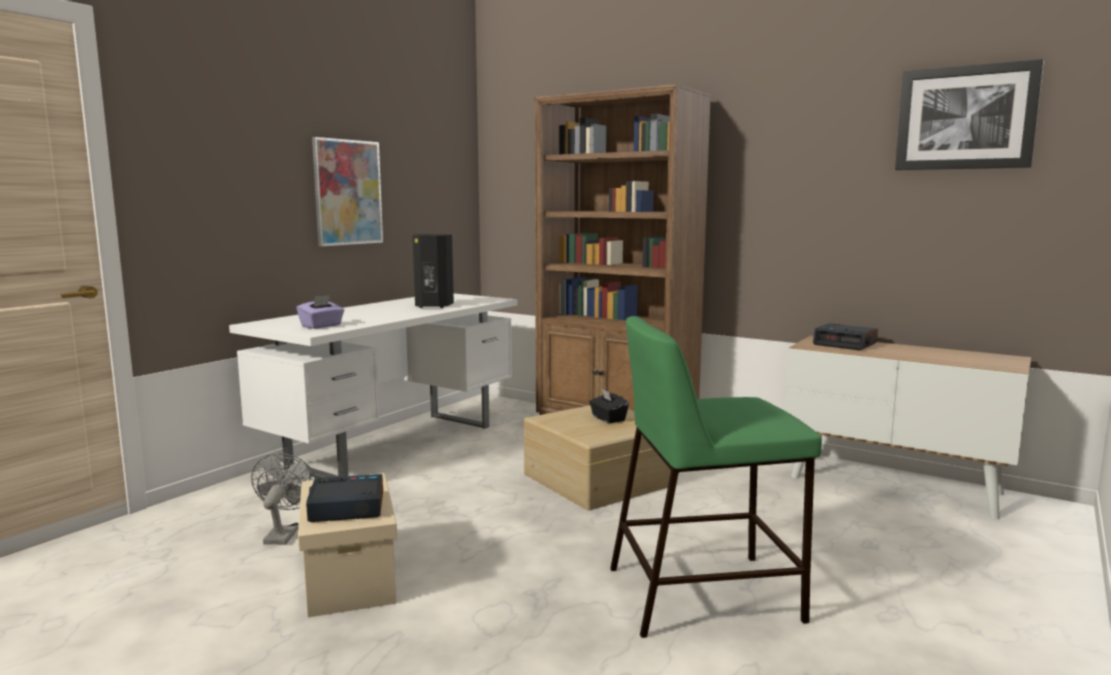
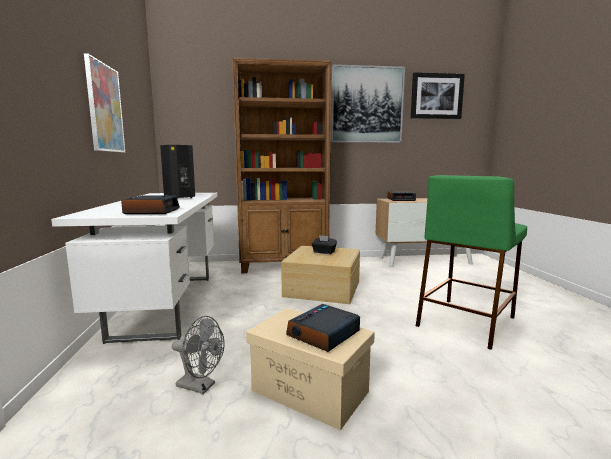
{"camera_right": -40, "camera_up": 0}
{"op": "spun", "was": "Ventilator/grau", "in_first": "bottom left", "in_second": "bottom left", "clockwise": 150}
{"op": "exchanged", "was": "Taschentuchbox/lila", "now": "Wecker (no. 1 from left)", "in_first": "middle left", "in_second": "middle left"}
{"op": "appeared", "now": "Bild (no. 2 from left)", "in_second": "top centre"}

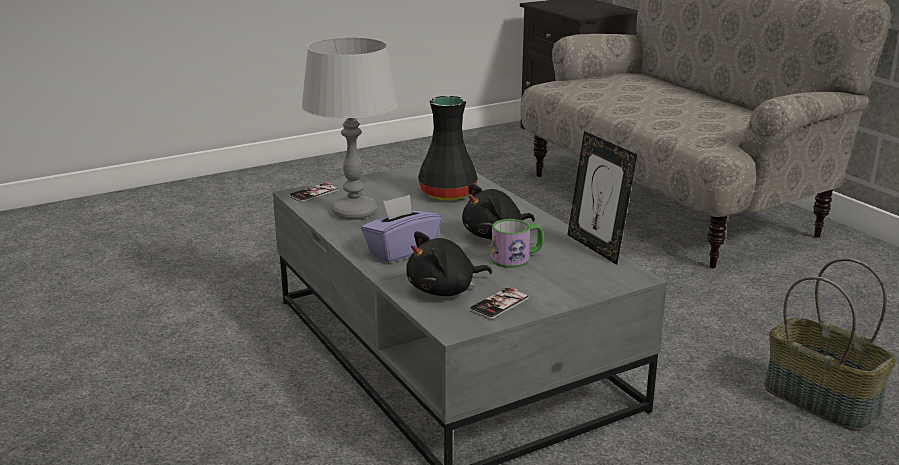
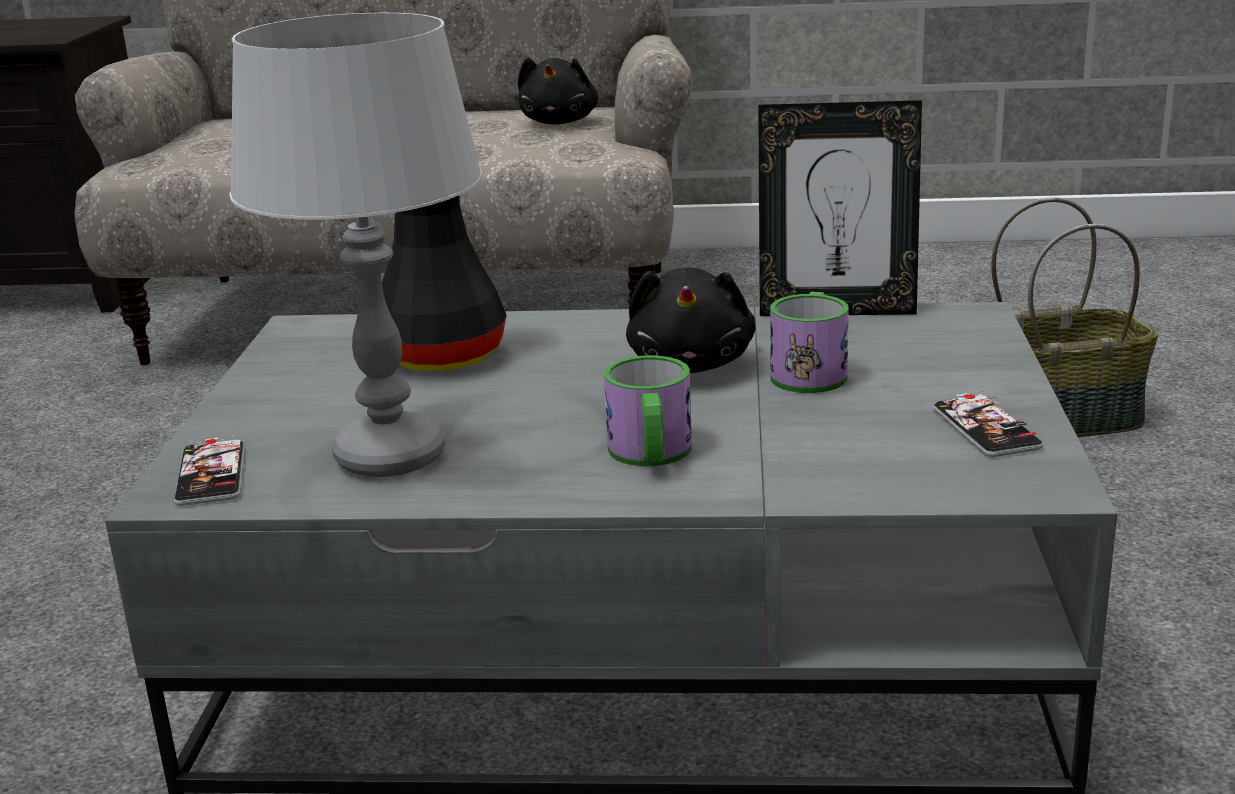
{"camera_right": -55, "camera_up": 0}
{"op": "exchanged", "was": "Taschentuchbox/lila", "now": "Henkelbecher (no. 1 from left)", "in_first": "centre", "in_second": "centre"}
{"op": "relocated", "was": "Plüschtier/schwarz (no. 1 from left)", "in_first": "centre", "in_second": "top centre"}

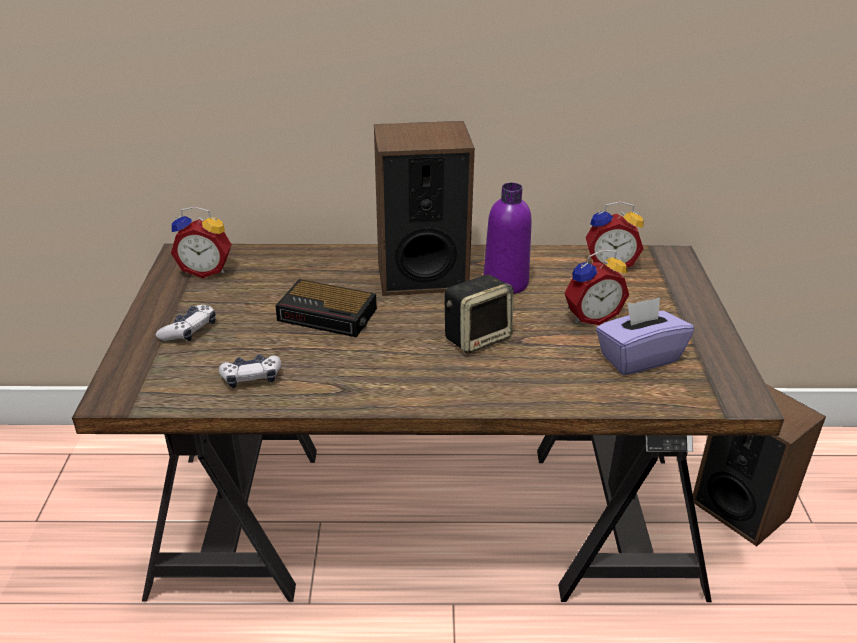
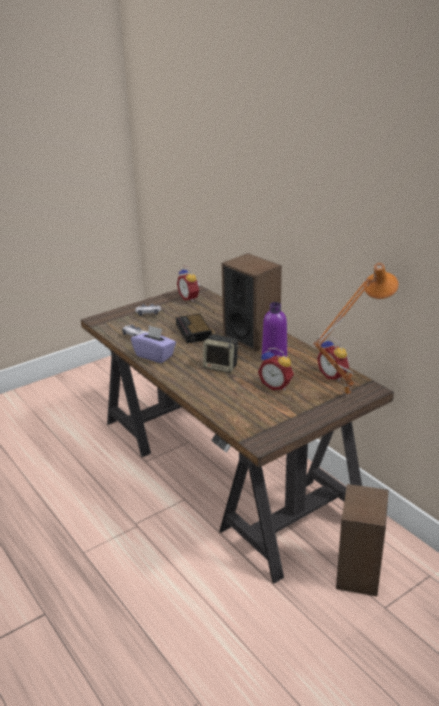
{"camera_right": 55, "camera_up": -5}
{"op": "relocated", "was": "Taschentuchbox/lila", "in_first": "middle right", "in_second": "centre"}
{"op": "appeared", "now": "Tischlampe/orange", "in_second": "middle right"}

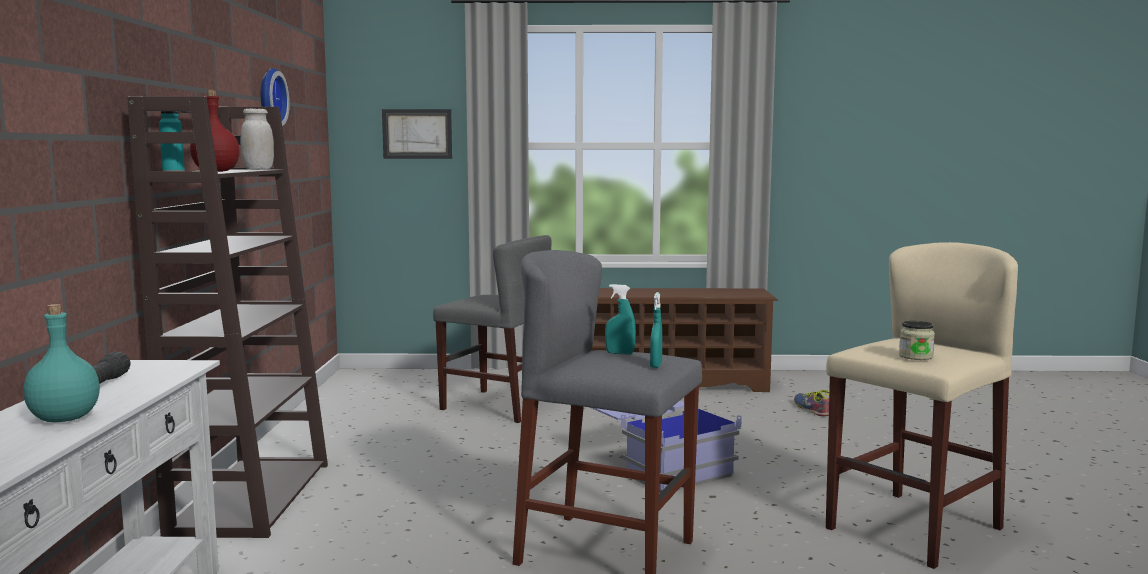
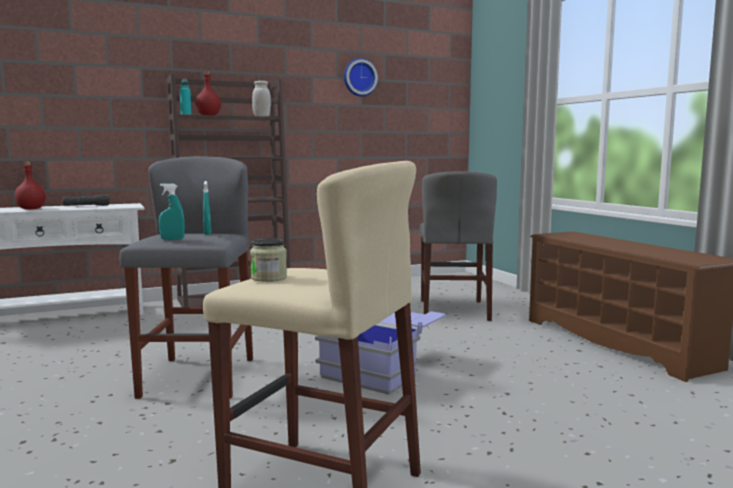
{"camera_right": 65, "camera_up": 0}
{"op": "colour", "was": "Flasche/türkis (no. 1 from left)", "now": "Flasche/rot (no. 1 from left)", "in_first": "middle left", "in_second": "middle left"}
{"op": "missing", "was": "Bild", "in_first": "top centre"}
{"op": "missing", "was": "Schuh", "in_first": "bottom right"}

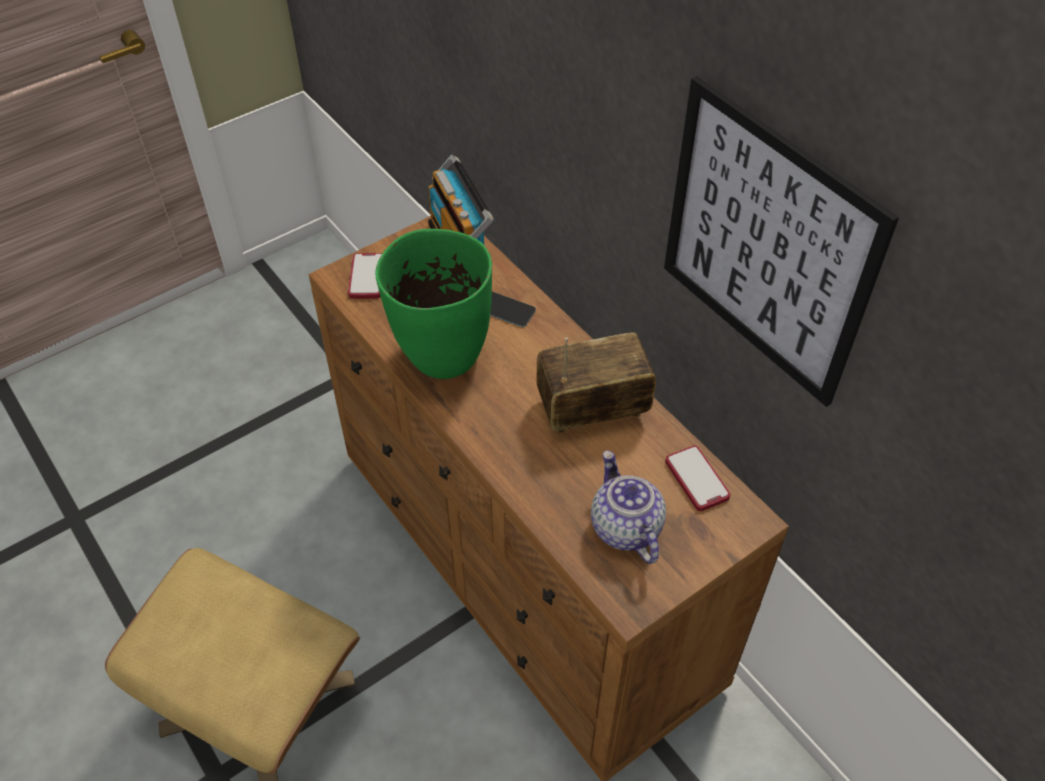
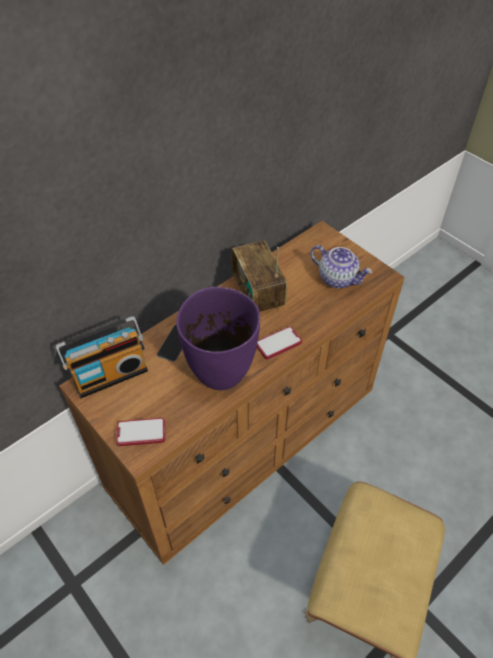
{"camera_right": -95, "camera_up": 0}
{"op": "colour", "was": "Vase/grün", "now": "Vase/lila", "in_first": "centre", "in_second": "centre"}
{"op": "spun", "was": "Teekanne", "in_first": "centre", "in_second": "middle right", "clockwise": -120}
{"op": "missing", "was": "Bild", "in_first": "top right"}
{"op": "relocated", "was": "Handy (no. 3 from left)", "in_first": "middle right", "in_second": "centre"}

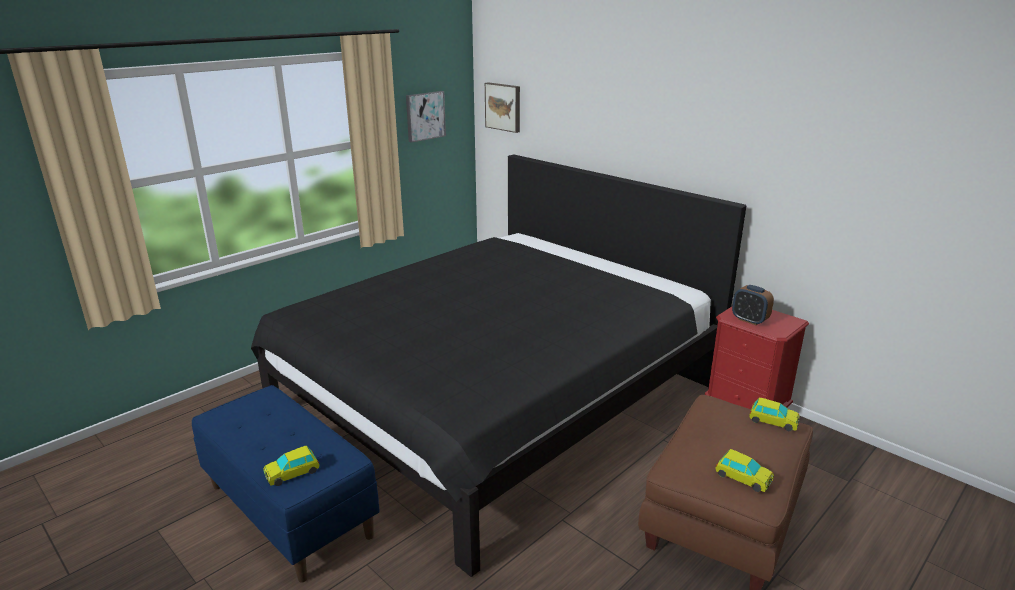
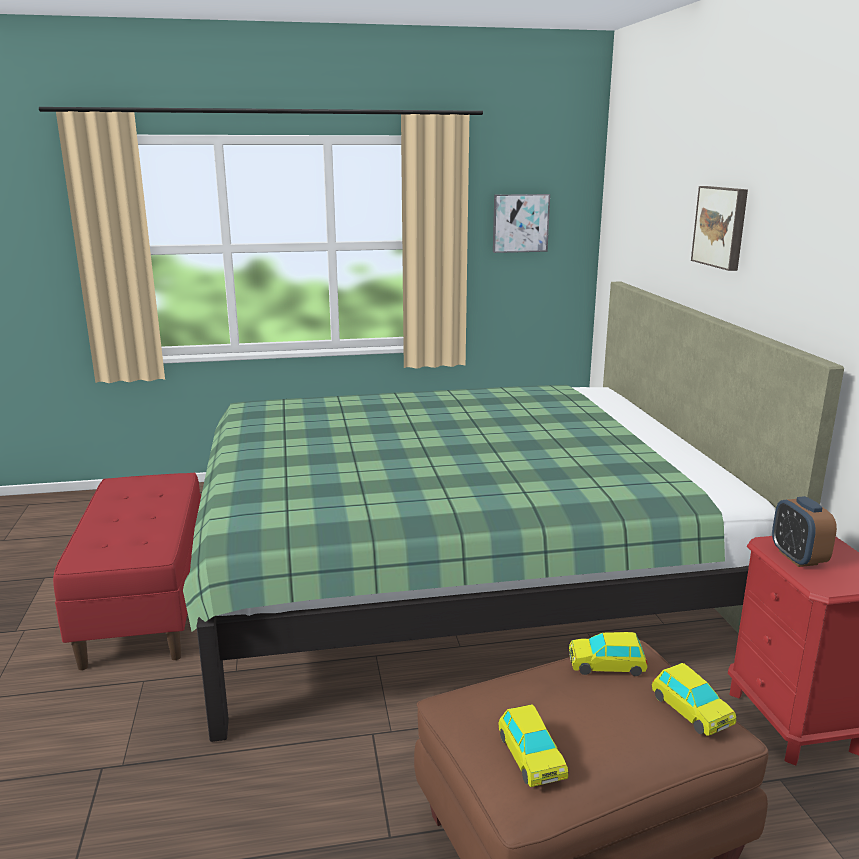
{"camera_right": 35, "camera_up": -5}
{"op": "colour", "was": "Bank/blau", "now": "Bank/rot", "in_first": "bottom left", "in_second": "middle left"}
{"op": "colour", "was": "Bett/schwarz", "now": "Bett/grün", "in_first": "centre", "in_second": "centre"}
{"op": "relocated", "was": "Spielzeugauto (no. 1 from left in the first image)", "now": "Spielzeugauto (no. 2 from left)", "in_first": "bottom left", "in_second": "bottom right"}
{"op": "relocated", "was": "Bild (no. 2 from left)", "in_first": "top centre", "in_second": "top right"}

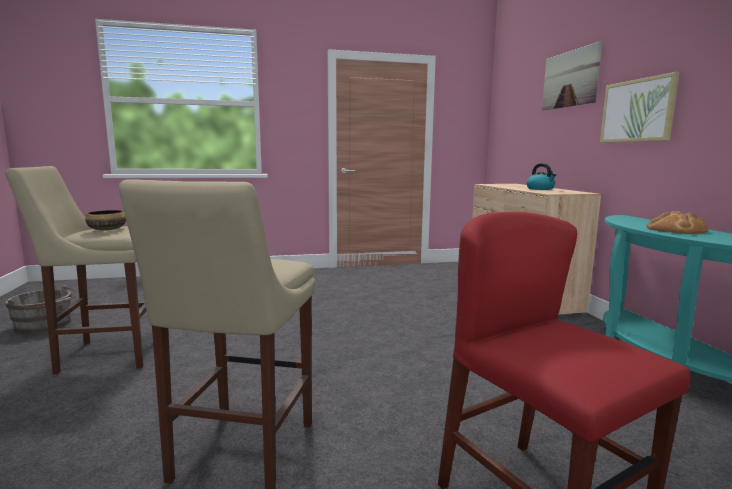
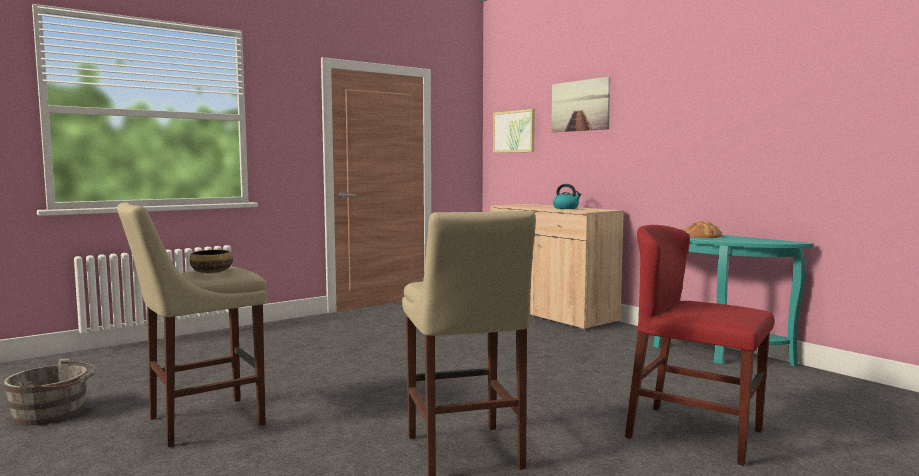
{"camera_right": -25, "camera_up": -5}
{"op": "relocated", "was": "Bild (no. 2 from left in the first image)", "now": "Bild (no. 1 from left)", "in_first": "top right", "in_second": "top centre"}

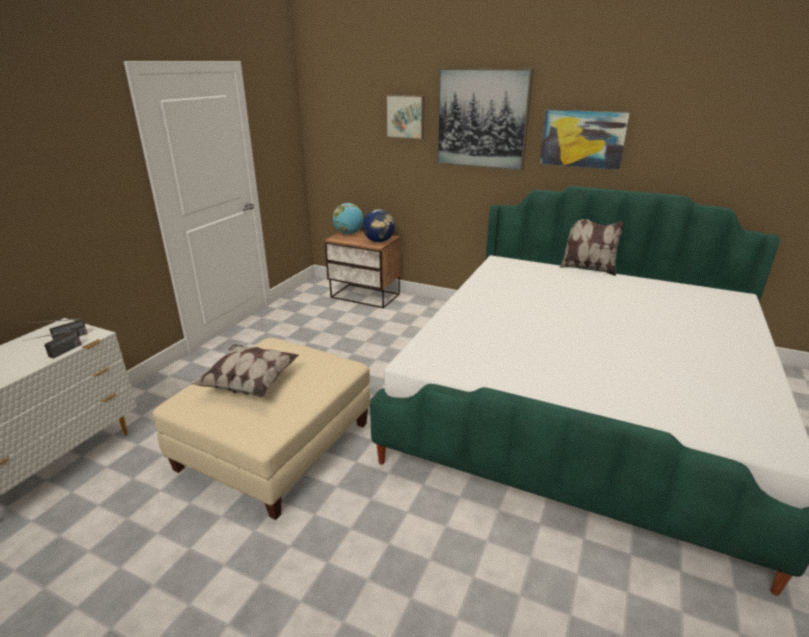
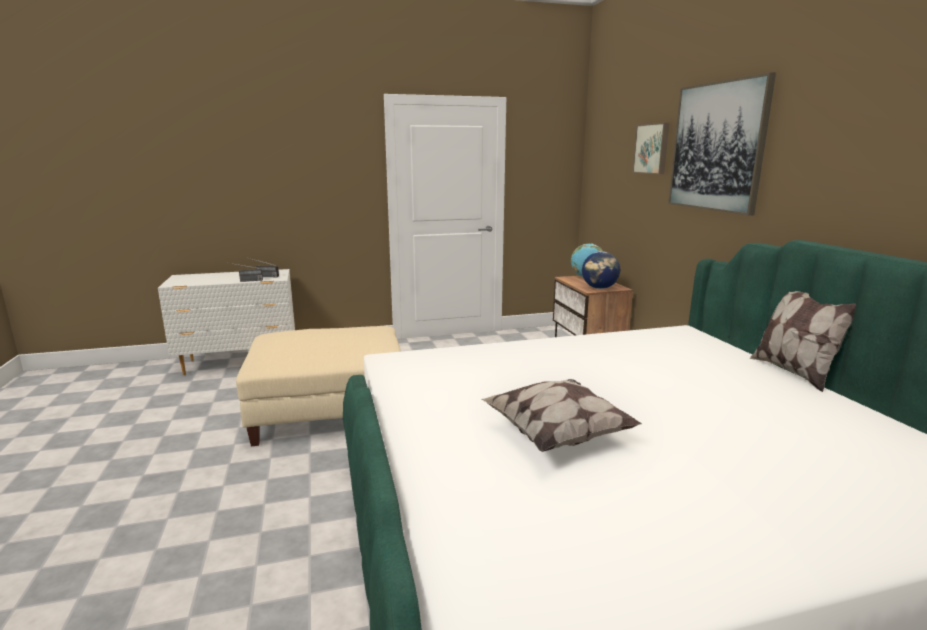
{"camera_right": 50, "camera_up": -10}
{"op": "relocated", "was": "Kissen (no. 1 from left)", "in_first": "middle left", "in_second": "centre"}
{"op": "missing", "was": "Bild (no. 3 from left)", "in_first": "top right"}

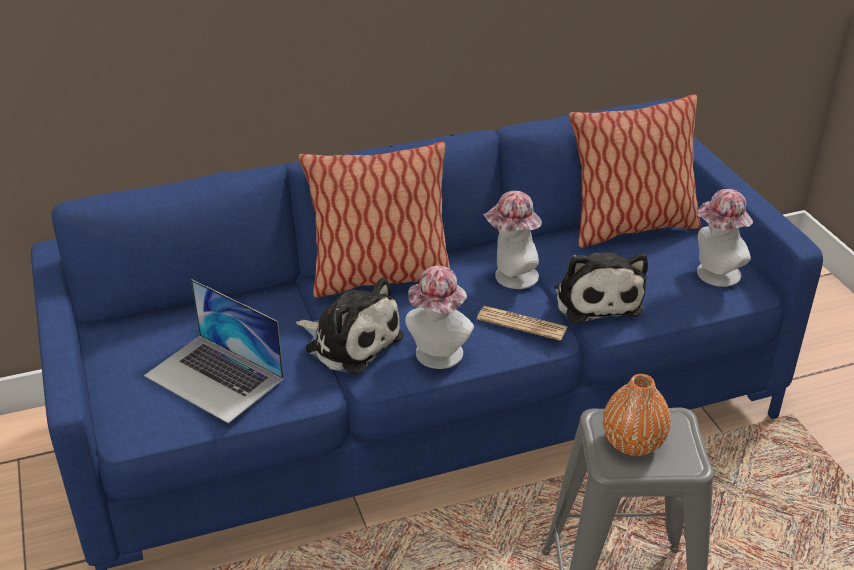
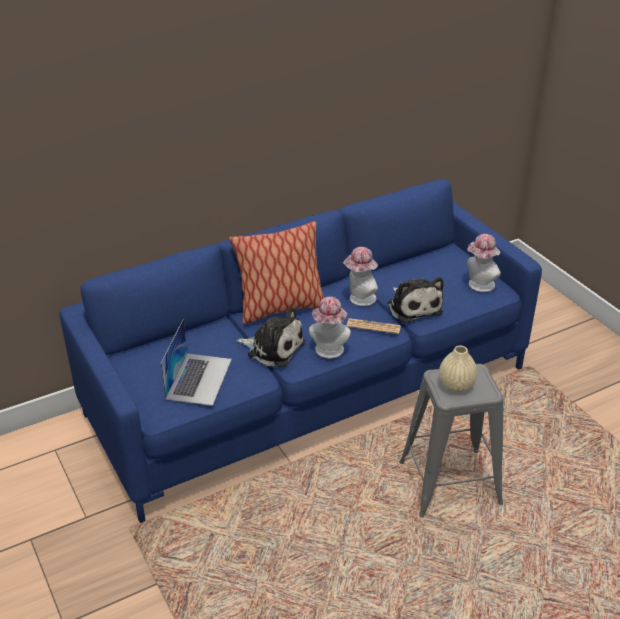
{"camera_right": -10, "camera_up": 0}
{"op": "spun", "was": "Laptop", "in_first": "middle left", "in_second": "middle left", "clockwise": -105}
{"op": "missing", "was": "Kissen (no. 2 from left)", "in_first": "top right"}
{"op": "colour", "was": "Vase/orange", "now": "Vase/beige", "in_first": "bottom right", "in_second": "middle right"}

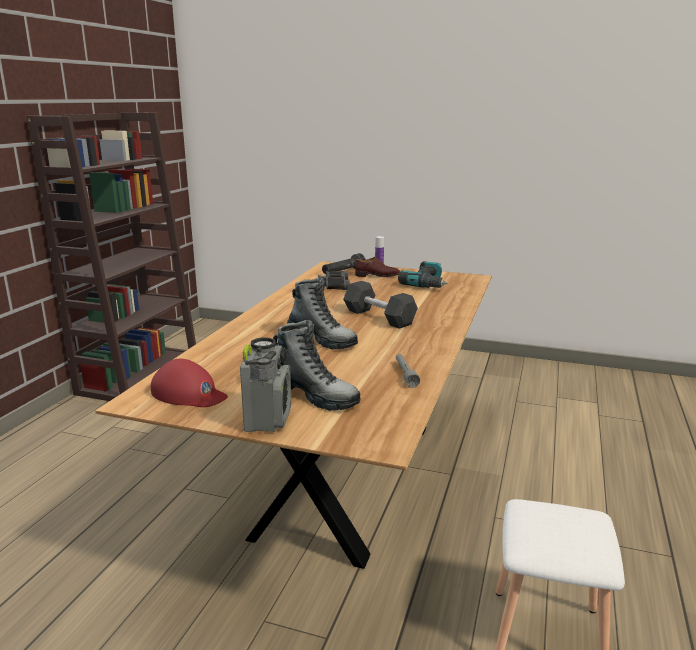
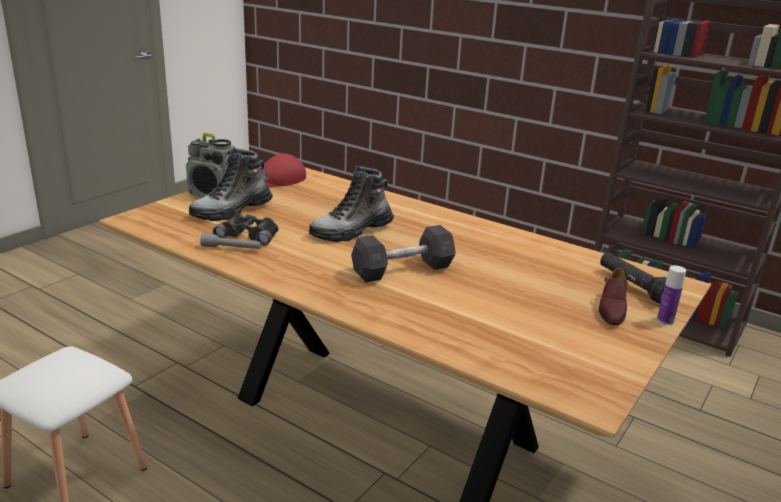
{"camera_right": 105, "camera_up": 5}
{"op": "relocated", "was": "Fernglas/schwarz", "in_first": "centre", "in_second": "middle left"}
{"op": "missing", "was": "Bohrmaschine", "in_first": "centre"}

